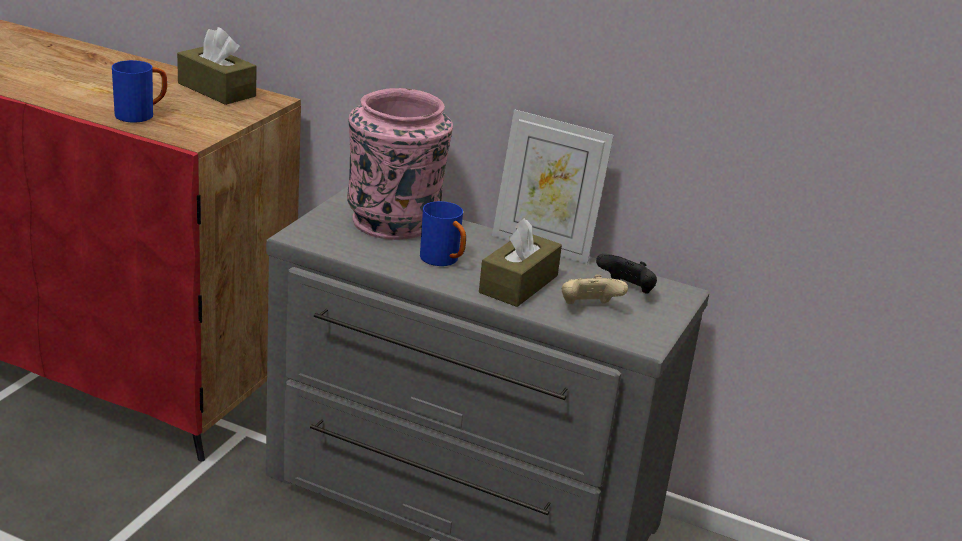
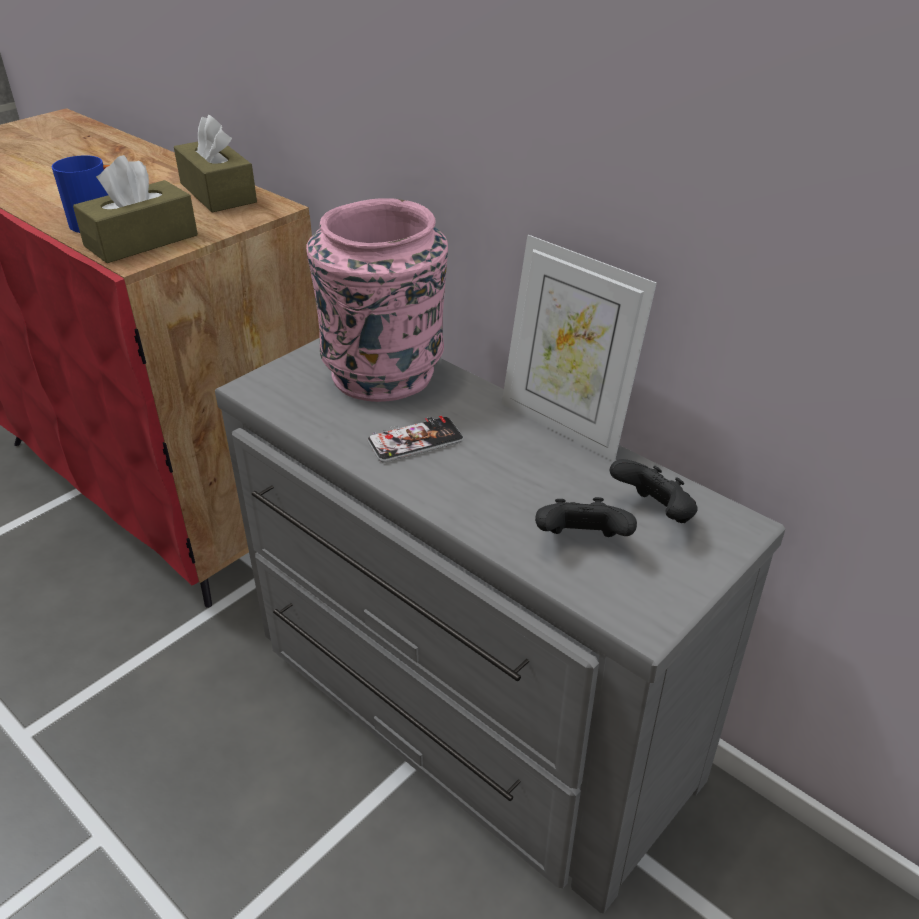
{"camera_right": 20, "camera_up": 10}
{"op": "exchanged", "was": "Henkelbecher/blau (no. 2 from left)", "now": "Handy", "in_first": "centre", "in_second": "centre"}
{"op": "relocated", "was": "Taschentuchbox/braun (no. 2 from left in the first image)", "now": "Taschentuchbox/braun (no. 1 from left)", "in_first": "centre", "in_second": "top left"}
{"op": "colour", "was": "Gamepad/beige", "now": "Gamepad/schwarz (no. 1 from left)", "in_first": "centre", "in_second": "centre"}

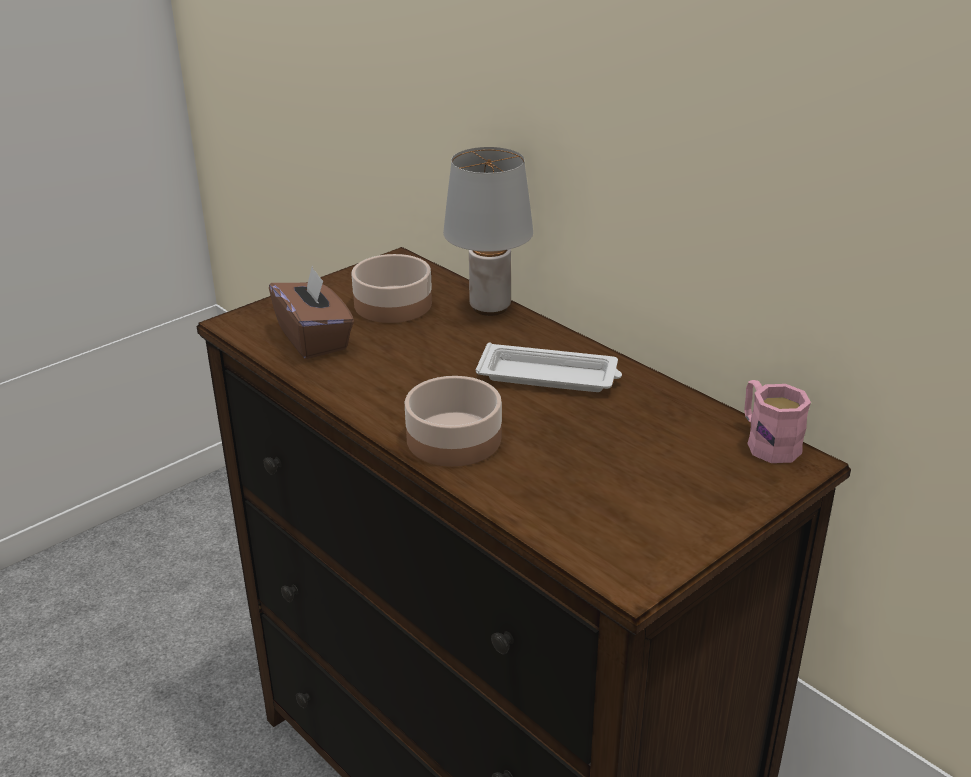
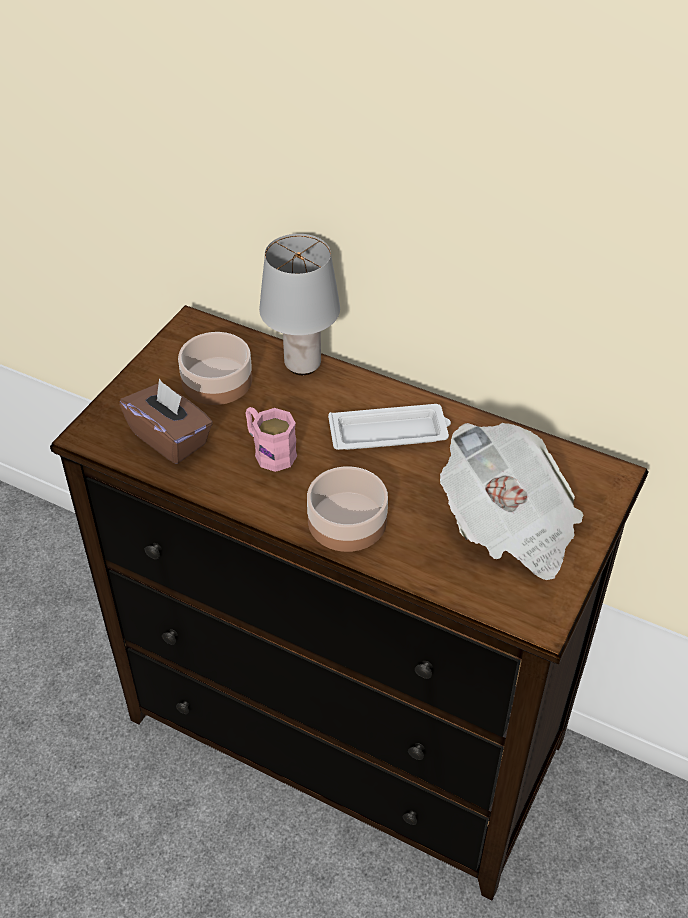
{"camera_right": -20, "camera_up": 15}
{"op": "relocated", "was": "Henkelbecher/rosa", "in_first": "middle right", "in_second": "centre"}
{"op": "appeared", "now": "Zeitung", "in_second": "middle right"}

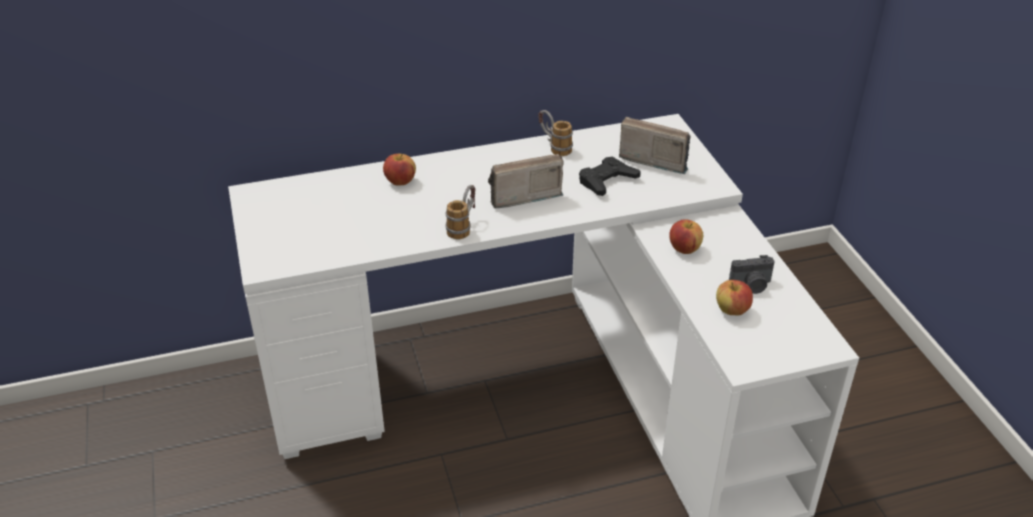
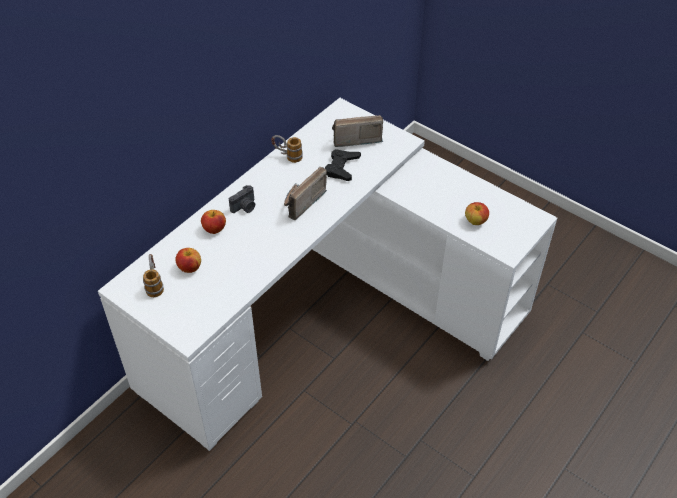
{"camera_right": -35, "camera_up": 10}
{"op": "relocated", "was": "Henkelbecher (no. 1 from left)", "in_first": "centre", "in_second": "middle left"}
{"op": "relocated", "was": "Apfel (no. 2 from left in the first image)", "now": "Apfel (no. 1 from left)", "in_first": "centre", "in_second": "middle left"}
{"op": "relocated", "was": "Kamera", "in_first": "middle right", "in_second": "centre"}

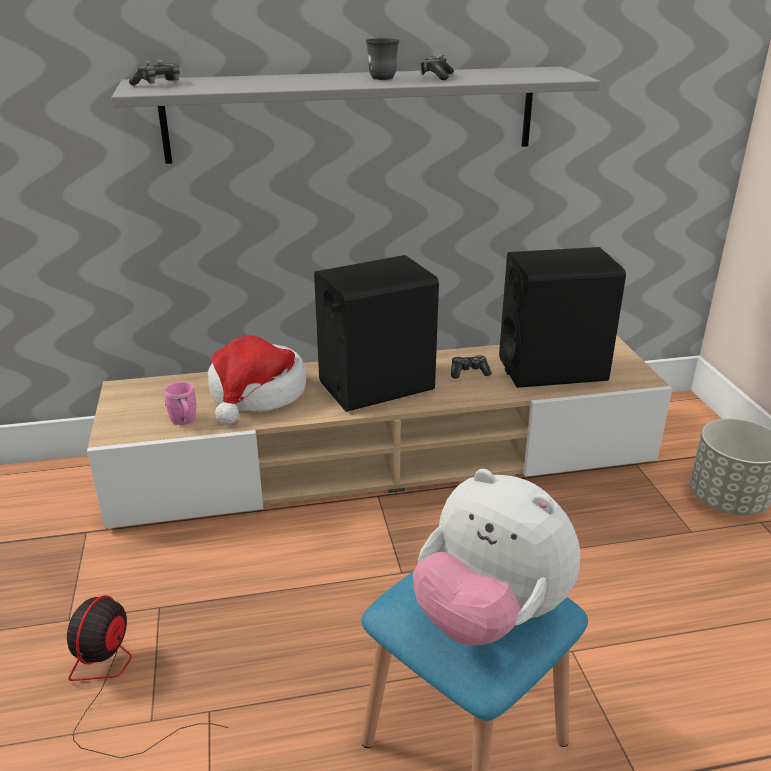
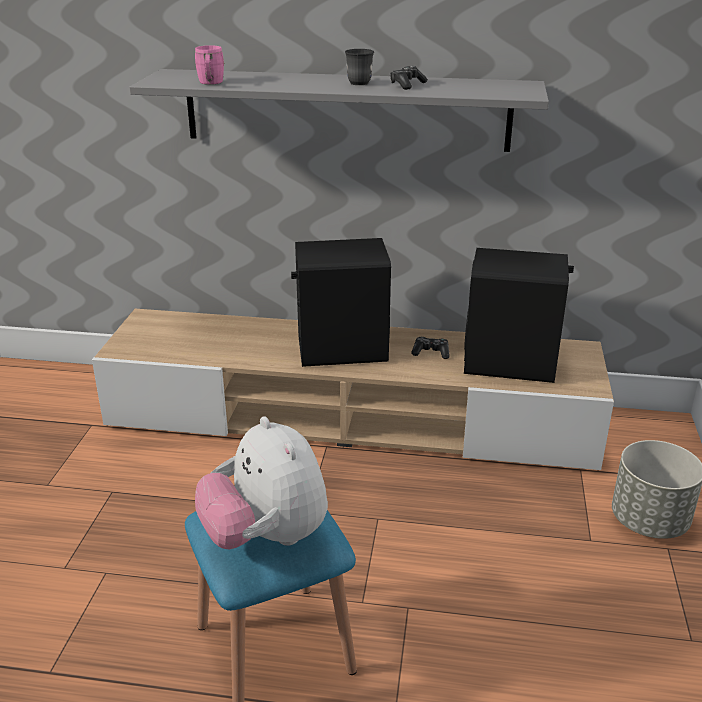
{"camera_right": 20, "camera_up": 0}
{"op": "missing", "was": "Ventilator", "in_first": "bottom left"}
{"op": "missing", "was": "Gamepad (no. 1 from left)", "in_first": "top left"}
{"op": "relocated", "was": "Henkelbecher/rosa", "in_first": "middle left", "in_second": "top left"}
{"op": "missing", "was": "Hut", "in_first": "centre"}

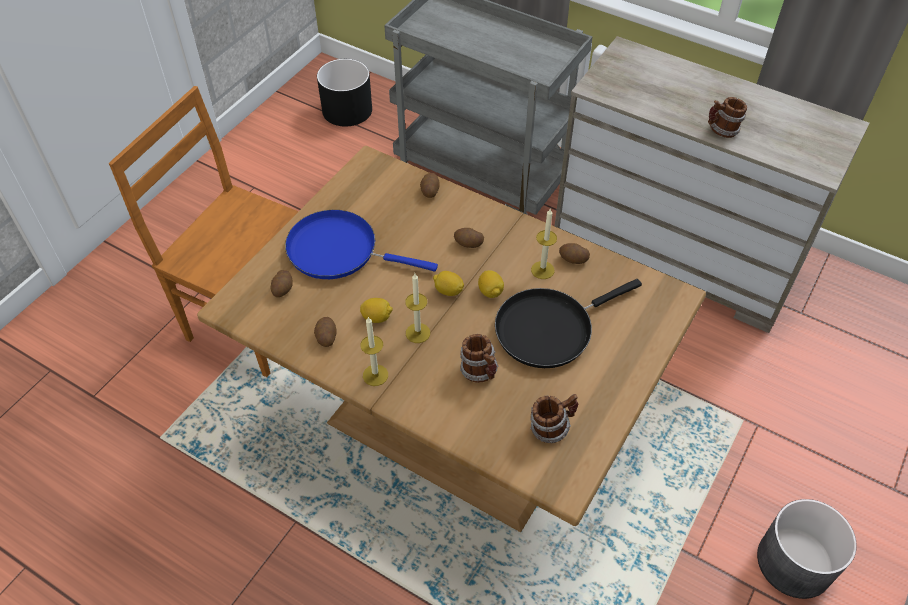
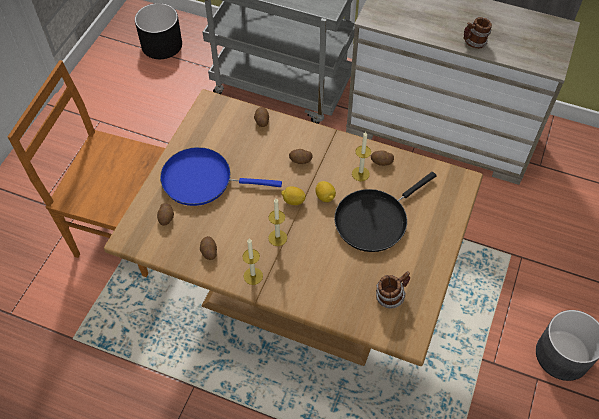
{"camera_right": -10, "camera_up": 5}
{"op": "missing", "was": "Zitrone (no. 1 from left)", "in_first": "centre"}
{"op": "missing", "was": "Henkelbecher (no. 1 from left)", "in_first": "centre"}

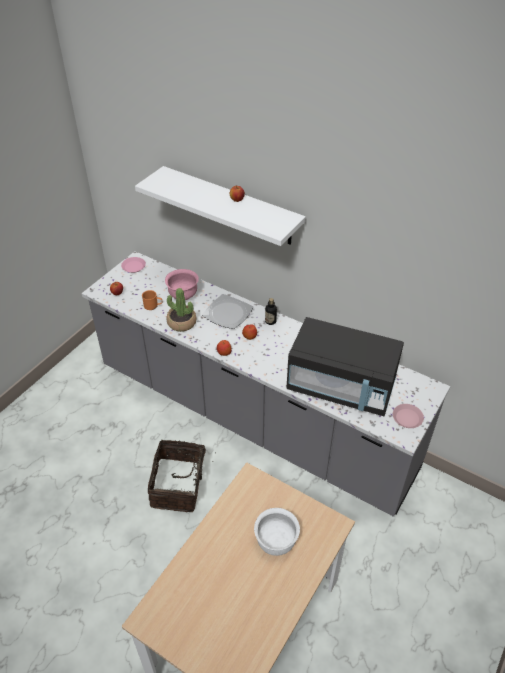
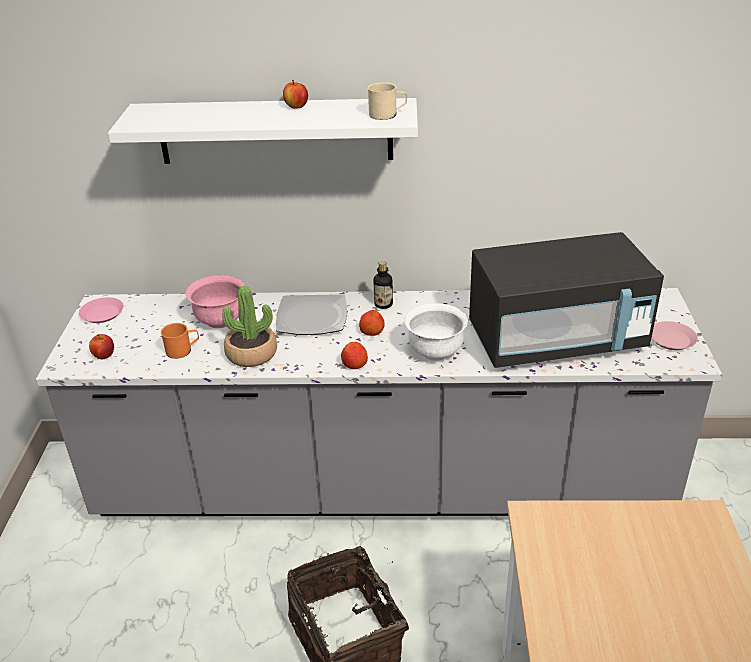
{"camera_right": -30, "camera_up": -10}
{"op": "relocated", "was": "Schüssel/weiß", "in_first": "bottom centre", "in_second": "centre"}
{"op": "appeared", "now": "Henkelbecher/beige", "in_second": "top centre"}

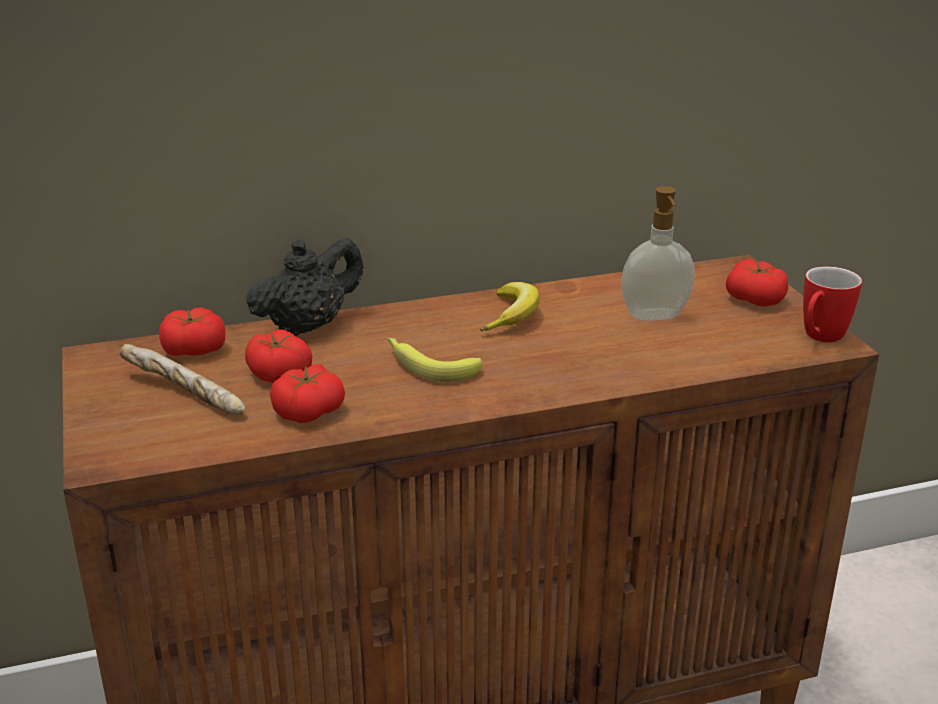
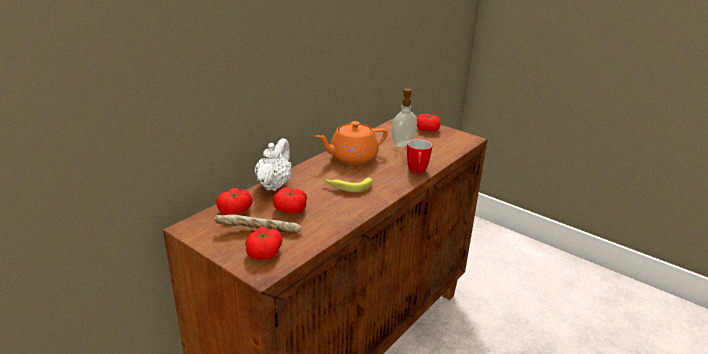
{"camera_right": -35, "camera_up": 0}
{"op": "colour", "was": "Teekanne/schwarz", "now": "Teekanne/weiß", "in_first": "middle left", "in_second": "centre"}
{"op": "relocated", "was": "Tomate (no. 3 from left in the first image)", "now": "Tomate (no. 2 from left)", "in_first": "middle left", "in_second": "bottom centre"}
{"op": "exchanged", "was": "Banane (no. 2 from left)", "now": "Teekanne/orange", "in_first": "centre", "in_second": "centre"}
{"op": "relocated", "was": "Henkelbecher", "in_first": "middle right", "in_second": "centre"}

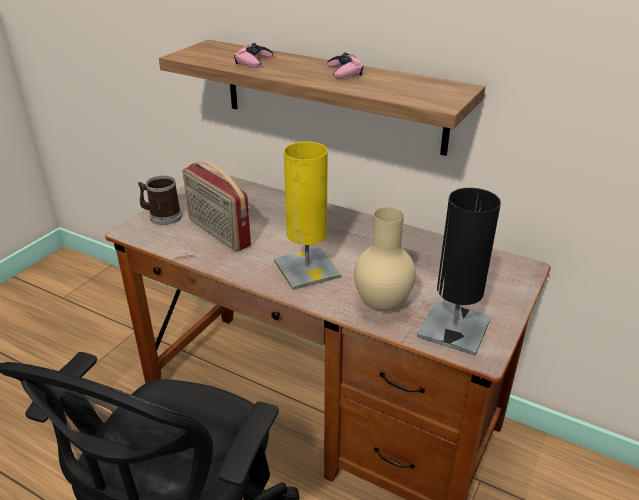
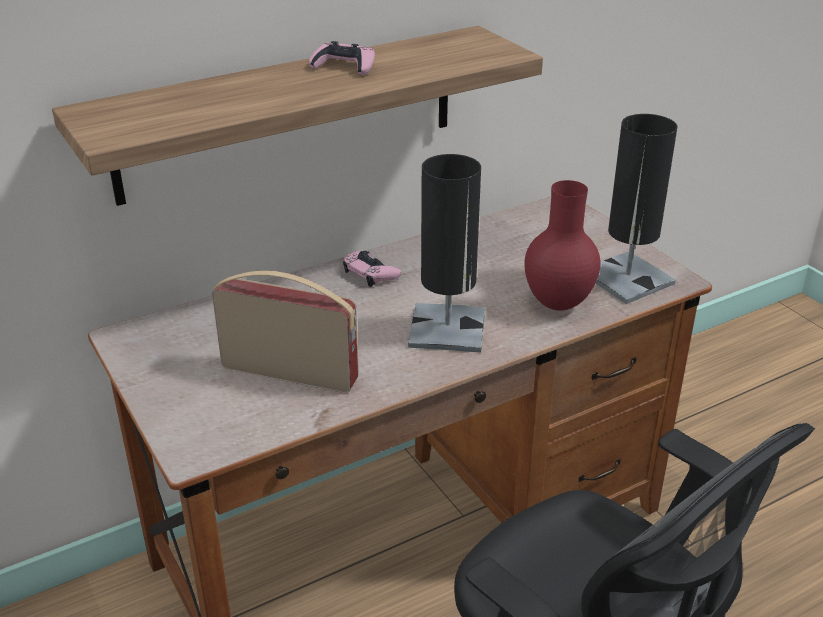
{"camera_right": -60, "camera_up": 0}
{"op": "missing", "was": "Henkelbecher", "in_first": "middle left"}
{"op": "spun", "was": "Radio", "in_first": "centre", "in_second": "centre", "clockwise": -150}
{"op": "relocated", "was": "Gamepad/rosa (no. 1 from left in the first image)", "now": "Gamepad/rosa (no. 2 from left)", "in_first": "top centre", "in_second": "centre"}
{"op": "colour", "was": "Tischlampe/gelb", "now": "Tischlampe/schwarz (no. 1 from left)", "in_first": "centre", "in_second": "centre"}
{"op": "colour", "was": "Vase/beige", "now": "Vase/rot", "in_first": "centre", "in_second": "middle right"}

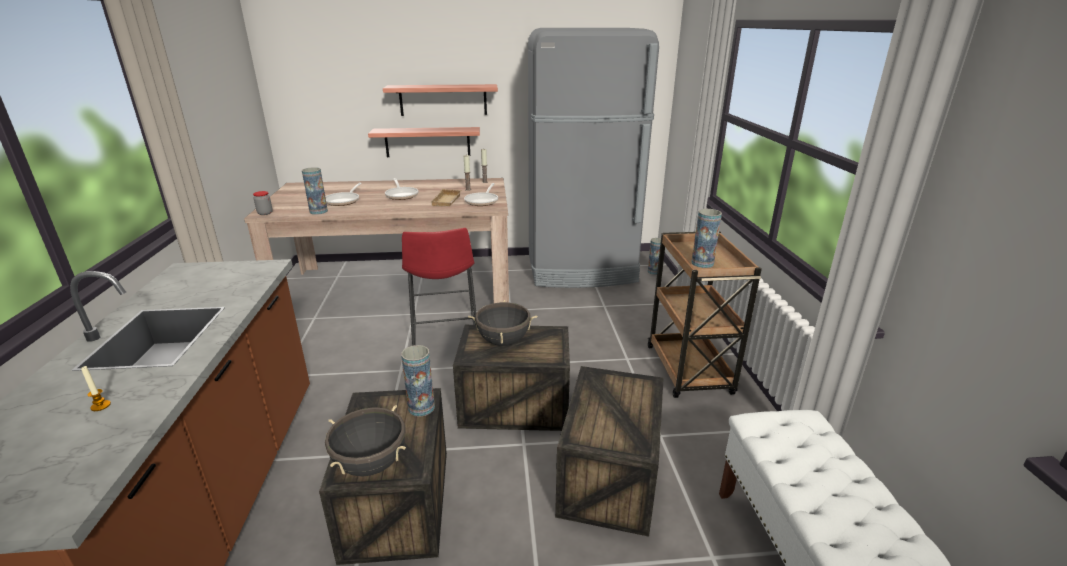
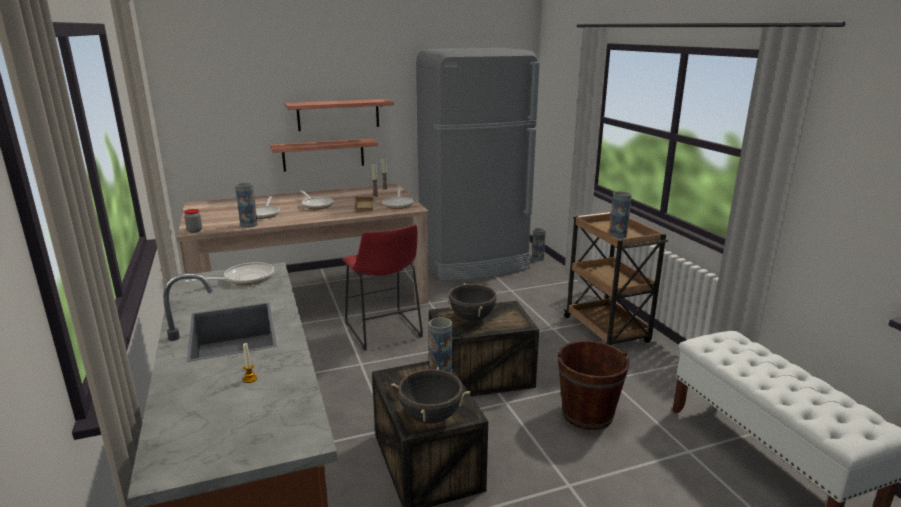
{"camera_right": -15, "camera_up": -5}
{"op": "exchanged", "was": "Kiste (no. 3 from left)", "now": "Eimer/braun", "in_first": "bottom centre", "in_second": "bottom centre"}
{"op": "appeared", "now": "Pfanne (no. 1 from left)", "in_second": "middle left"}

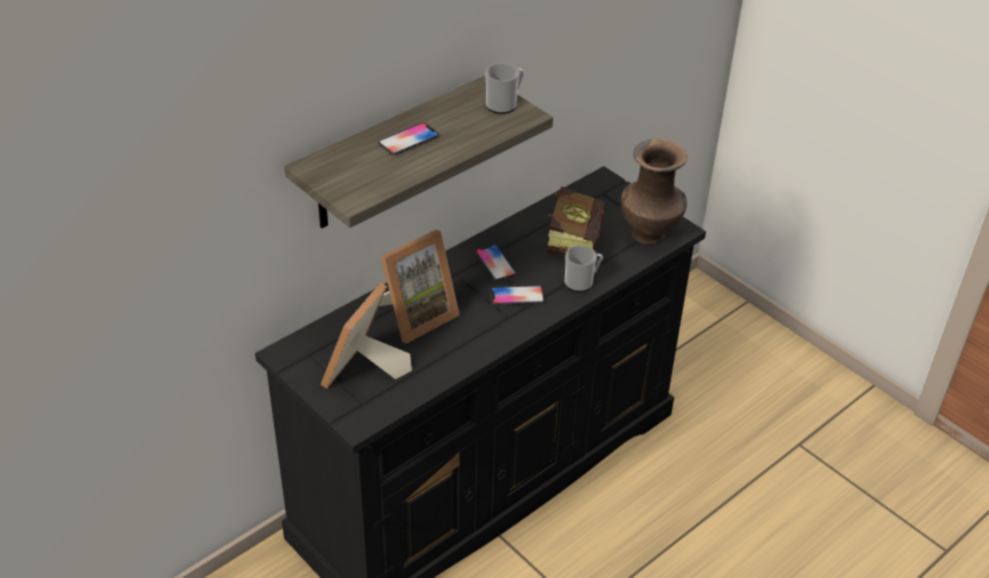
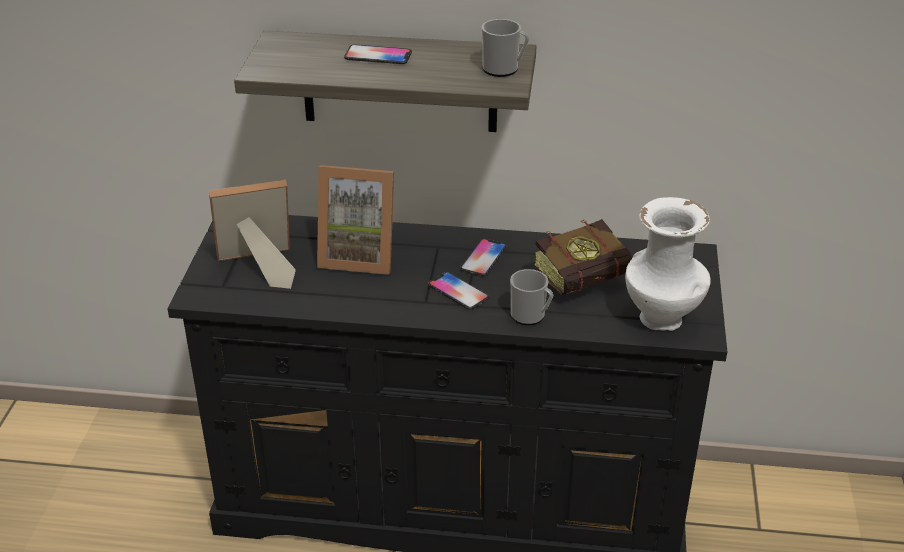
{"camera_right": 50, "camera_up": -5}
{"op": "colour", "was": "Vase/braun", "now": "Vase/weiß", "in_first": "top centre", "in_second": "middle right"}

